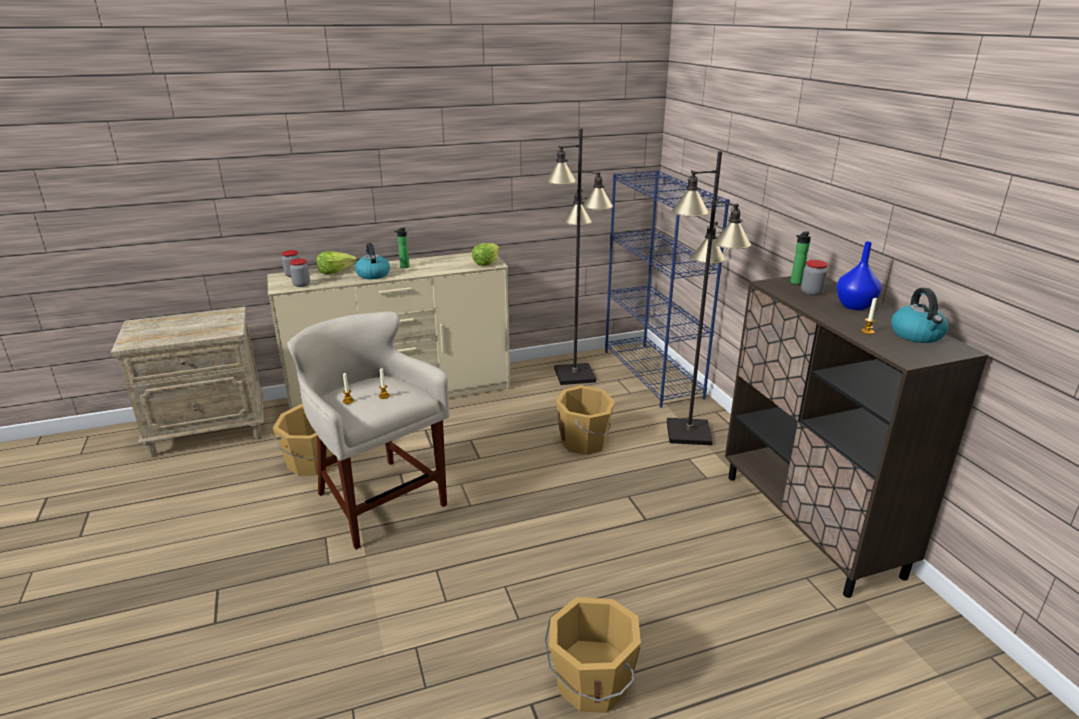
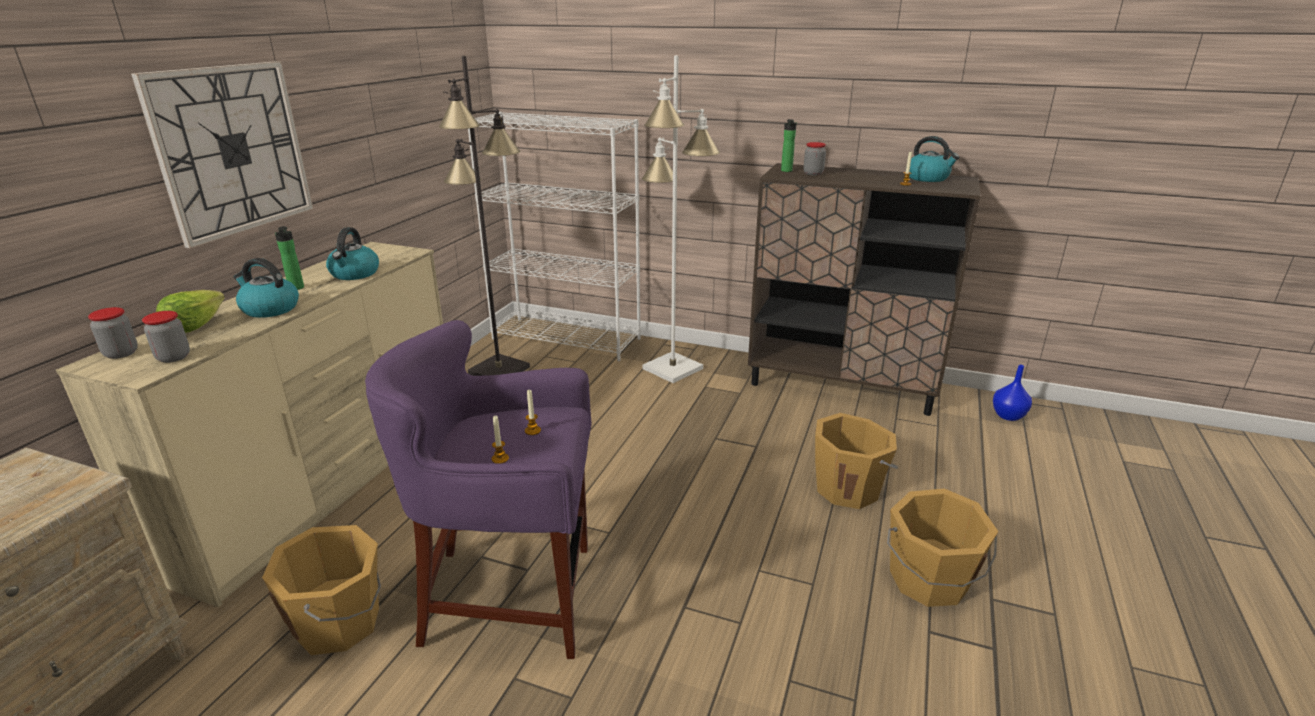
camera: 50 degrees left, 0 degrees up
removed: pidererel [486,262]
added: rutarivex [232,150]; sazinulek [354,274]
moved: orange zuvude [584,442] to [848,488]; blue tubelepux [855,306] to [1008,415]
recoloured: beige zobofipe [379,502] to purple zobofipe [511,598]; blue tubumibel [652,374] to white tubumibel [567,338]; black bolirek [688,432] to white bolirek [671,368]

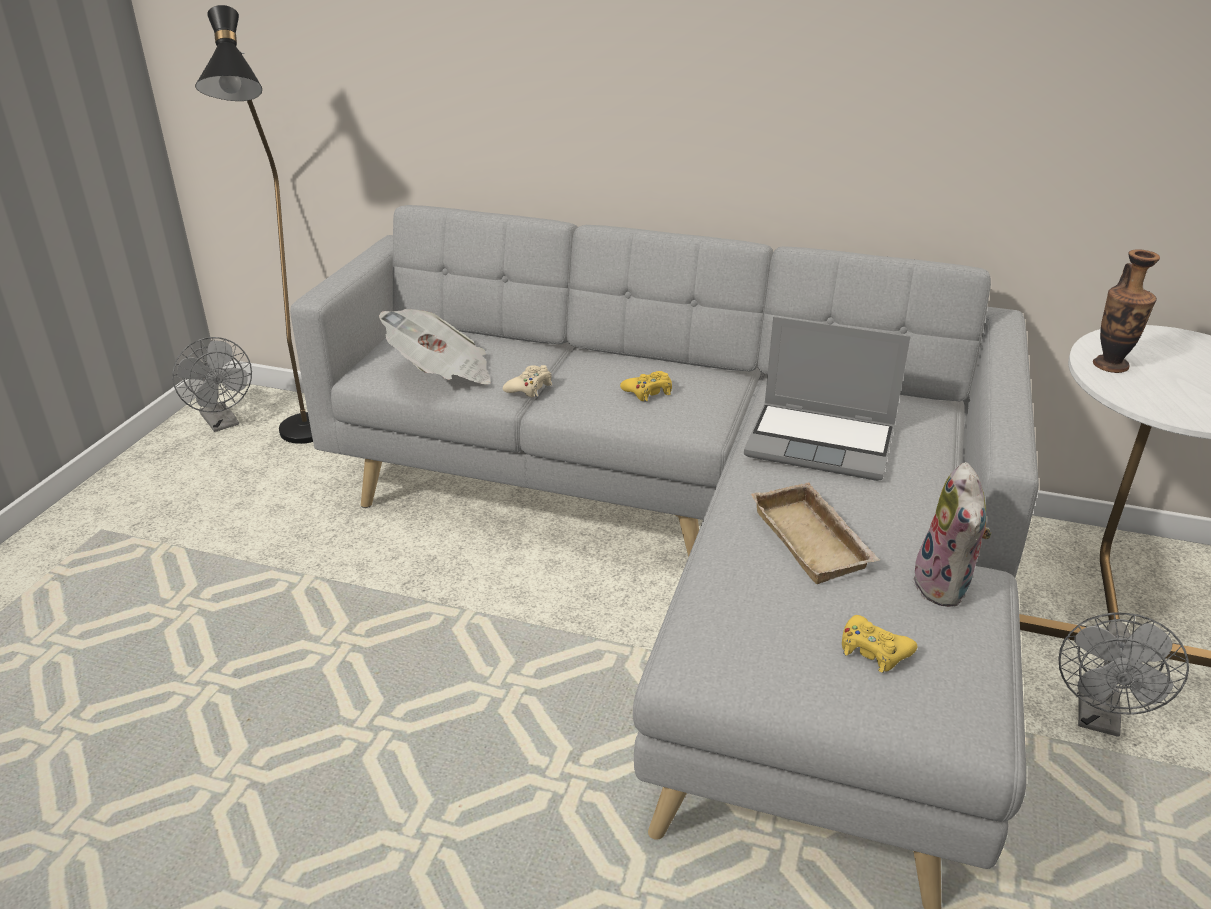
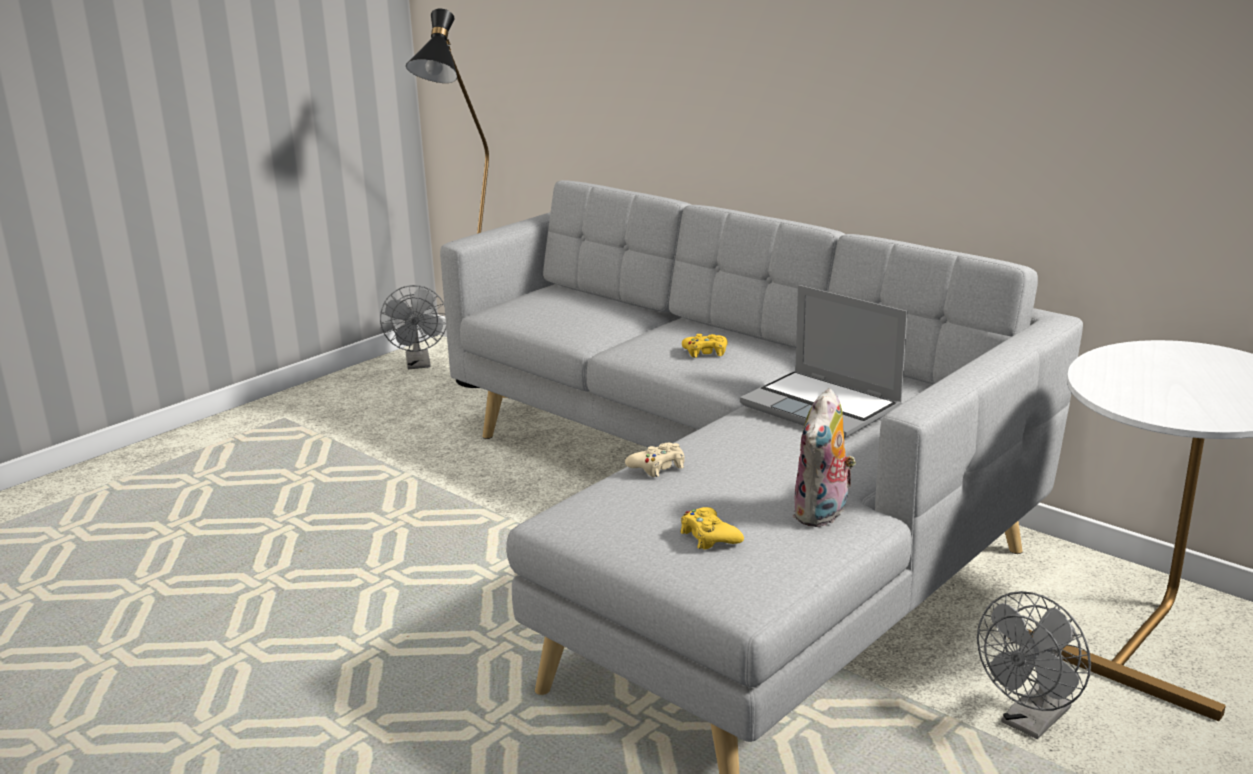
camera: 25 degrees right, 10 degrees down
removed: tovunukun [441,373]; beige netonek [814,540]; tubelepux [1110,365]
moved: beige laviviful [529,388] to [658,467]

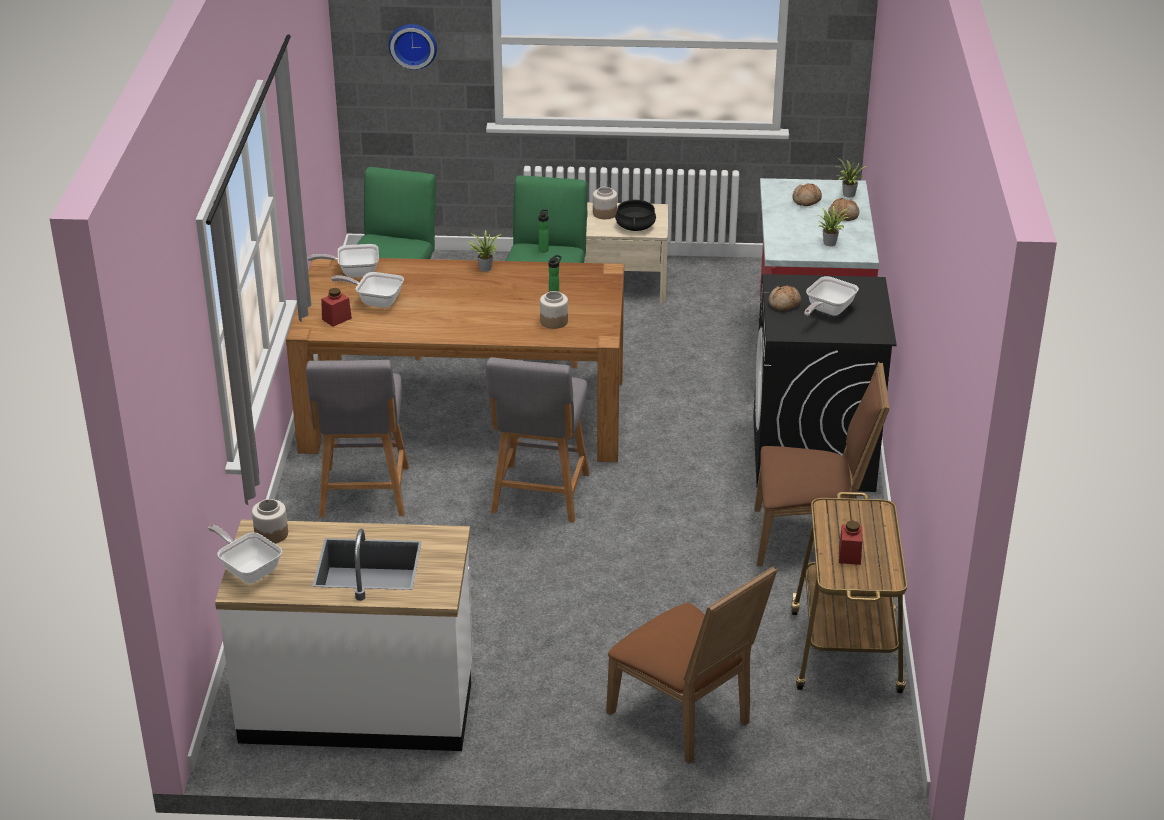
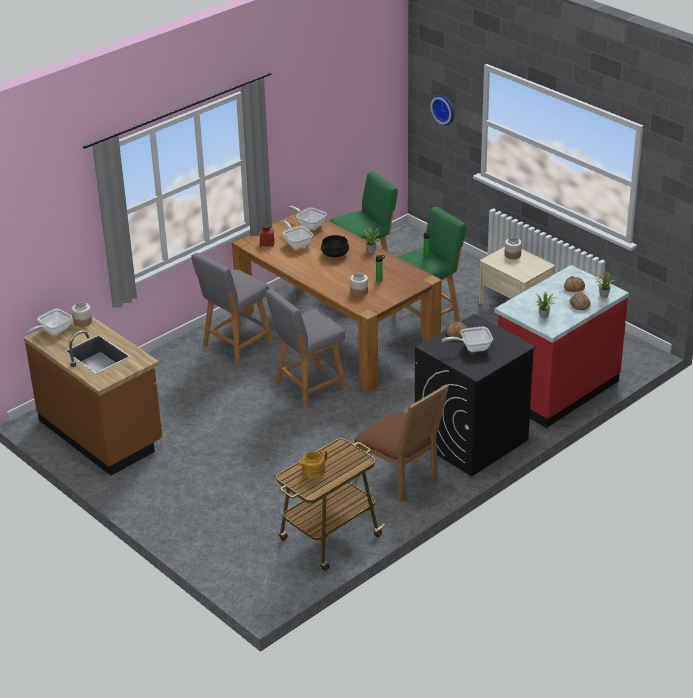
camera: 45 degrees right, 0 degrees up
removed: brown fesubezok [687,719]
moved: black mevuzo [635,226] to [335,253]
replaced: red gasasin [849,555] to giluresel [313,471]
recoloured: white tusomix [358,704] to brown tusomix [101,433]
turned: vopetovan [248,569] = [53,331] 135 degrees counterclockwise

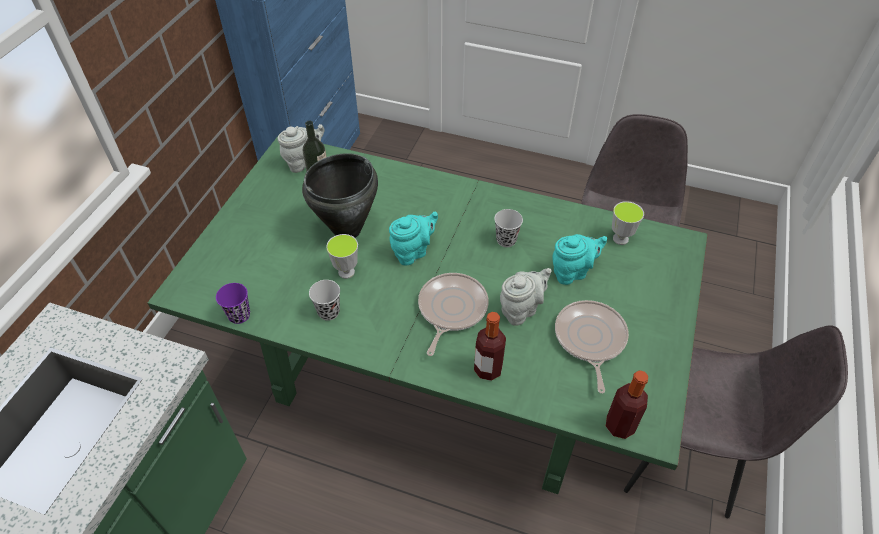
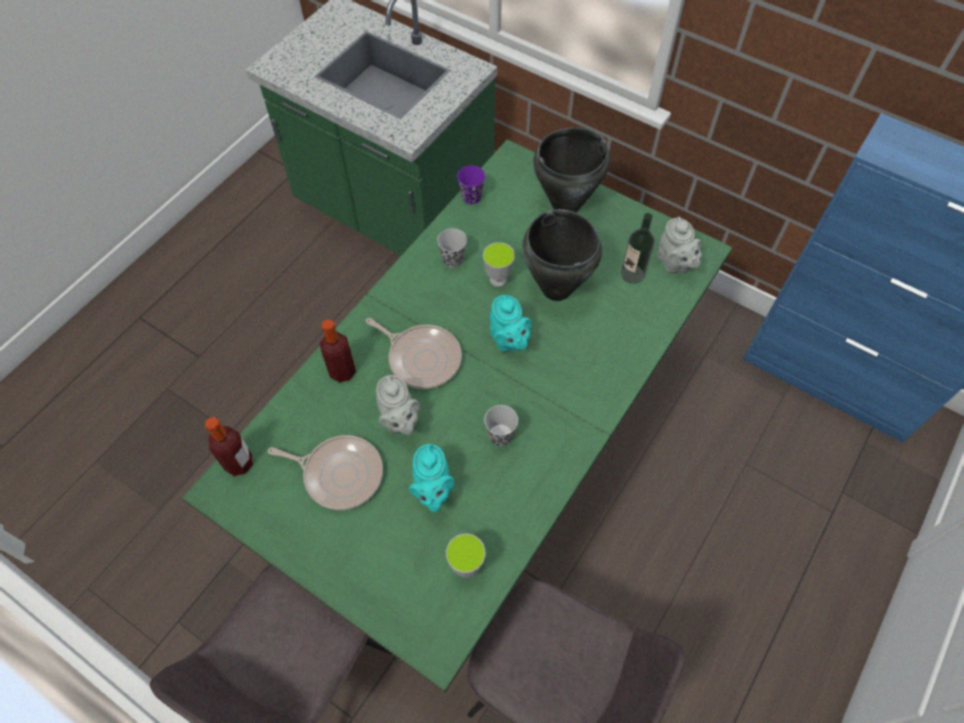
camera: 105 degrees right, 10 degrees up
added: black mevuzo [566,205]

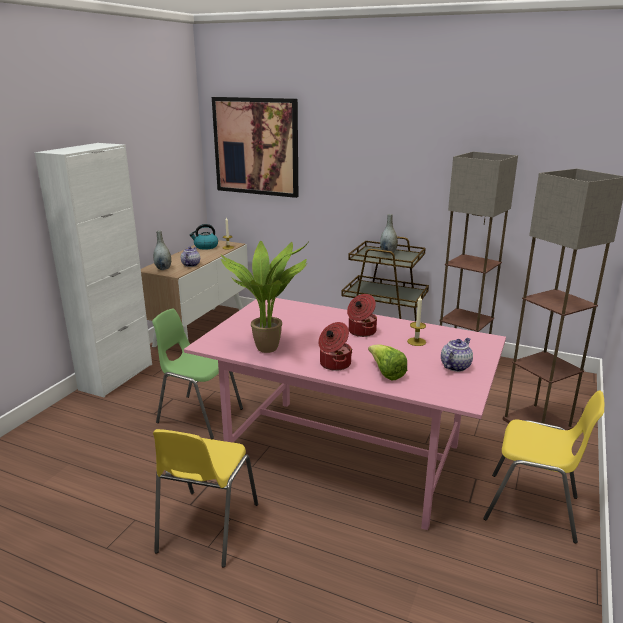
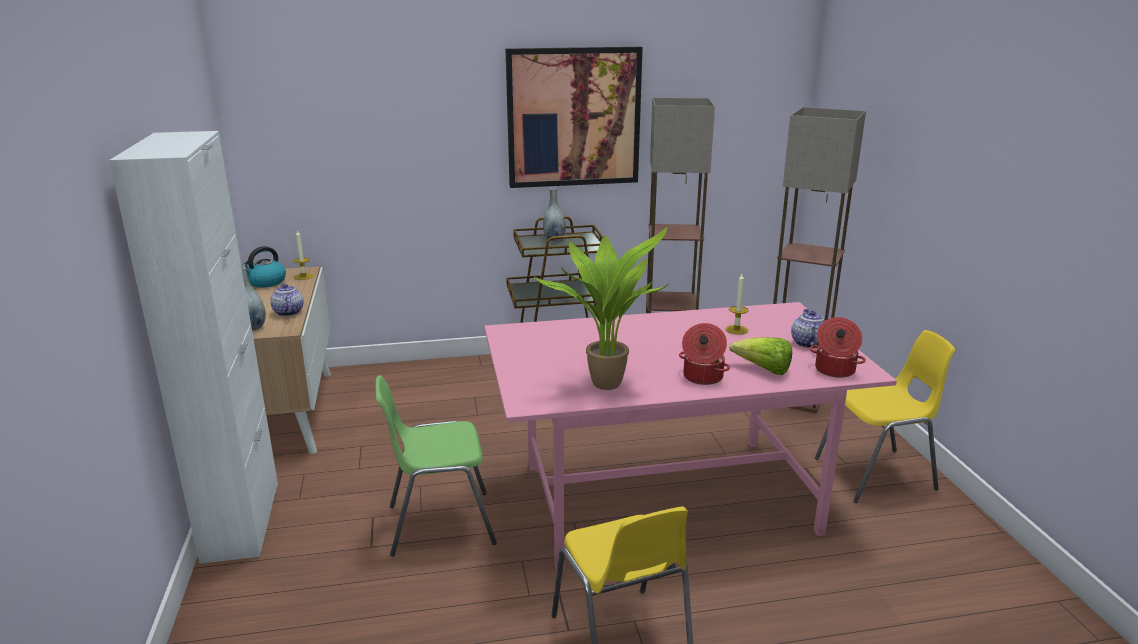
camera: 35 degrees left, 0 degrees up
moved: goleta [256,146] to [573,117]; mevuzo [361,331] to [834,370]

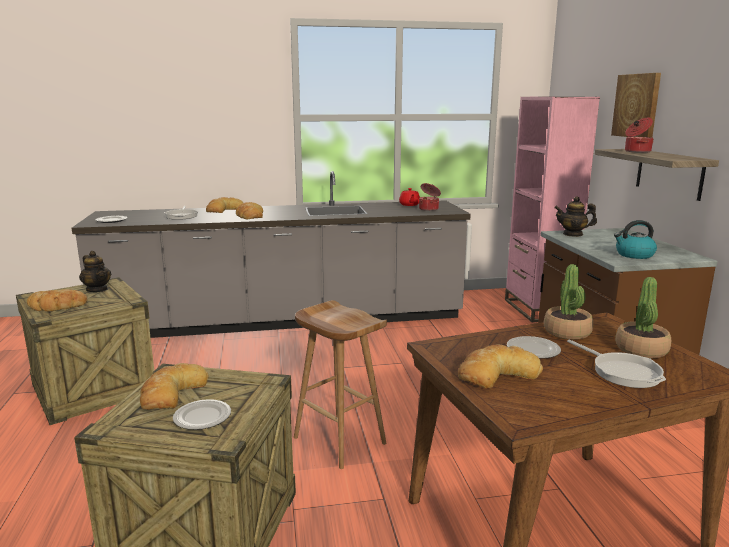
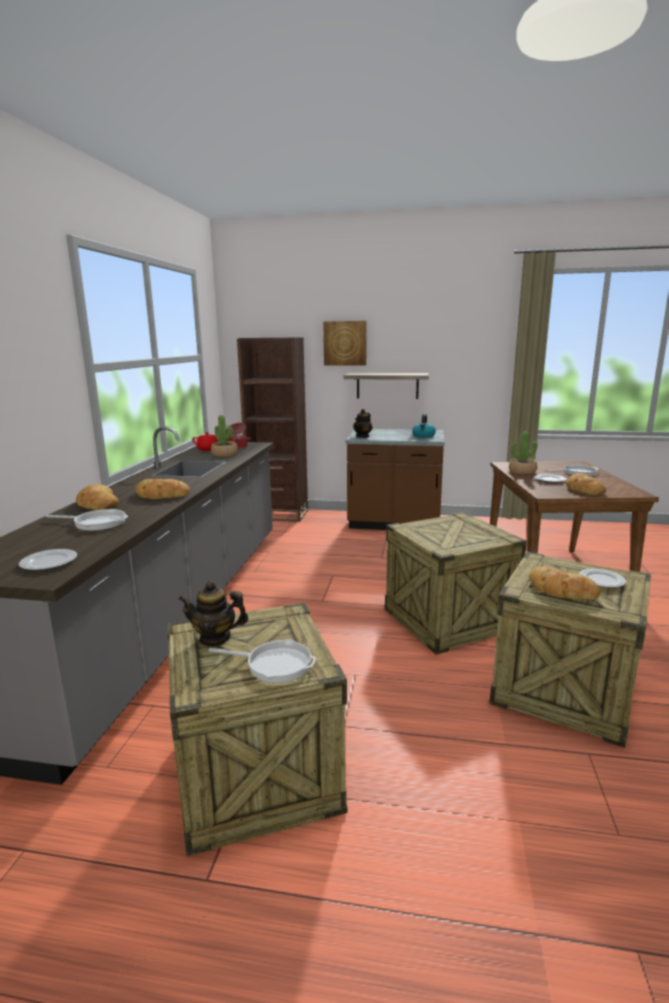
camera: 70 degrees left, 0 degrees up
removed: mevuzo [636,151]
moved: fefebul [641,350] to [225,454]
replaced: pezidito [57,306] to vopetovan [274,664]; brown zobofipe [338,440] to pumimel [448,620]
recoloured: pink tubumibel [538,309] to brown tubumibel [278,514]
turned: giluresel [97,289] = [215,638] 150 degrees counterclockwise

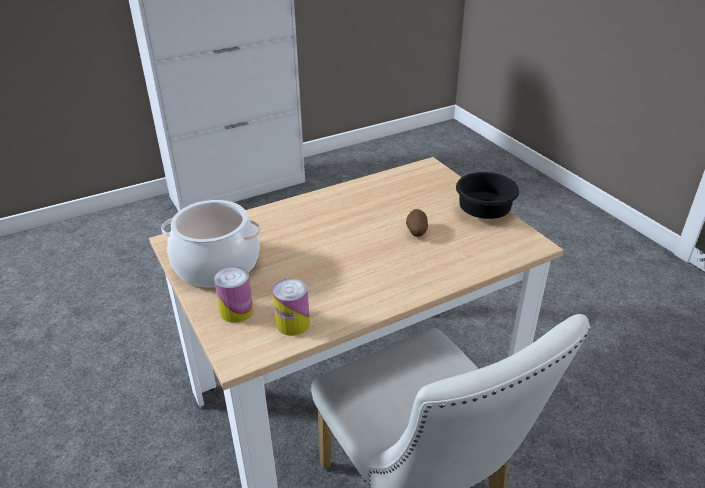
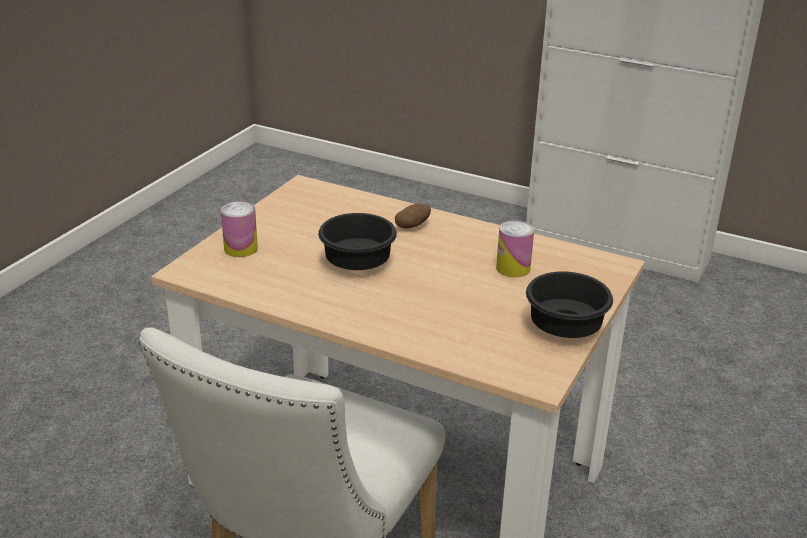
camera: 55 degrees right, 5 degrees down
removed: mevuzo [217,265]
added: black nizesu [360,263]
moved: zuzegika [416,232] to [412,227]; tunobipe [293,323] to [513,268]

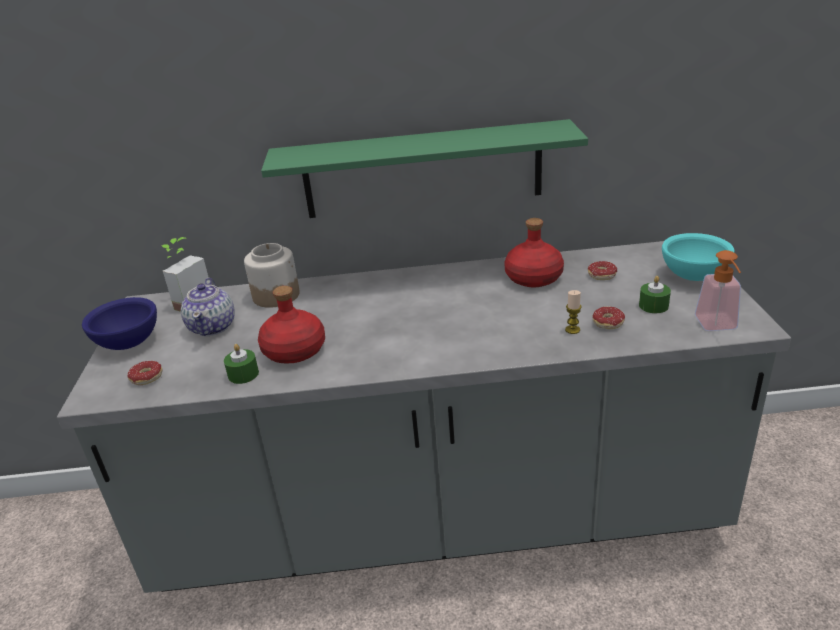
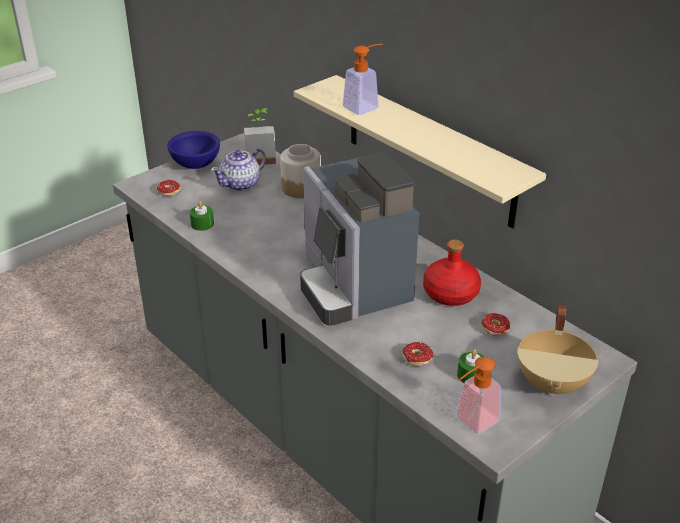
camera: 50 degrees right, 5 degrees up
removed: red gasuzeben [295,351]; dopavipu [572,330]
added: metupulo [352,285]; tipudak [365,106]
replaced: turquoise nizesu [693,275] to beige mevuzo [553,383]
recoloured: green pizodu [423,170] to beige pizodu [429,151]

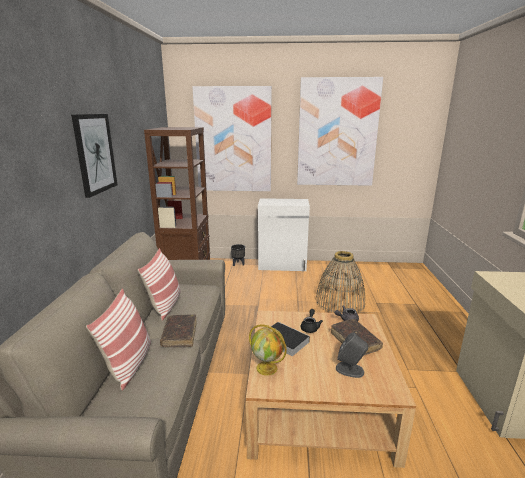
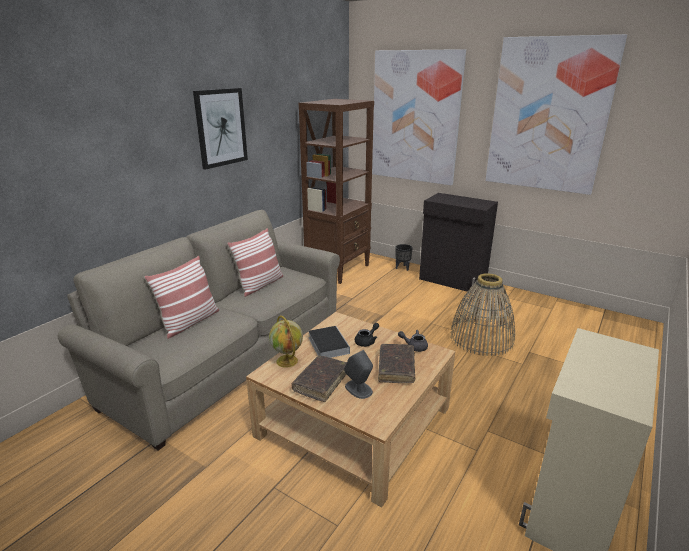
camera: 30 degrees right, 5 degrees up
moved: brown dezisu [179,335] to [321,382]
recoloured: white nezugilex [282,265] to black nezugilex [452,281]

